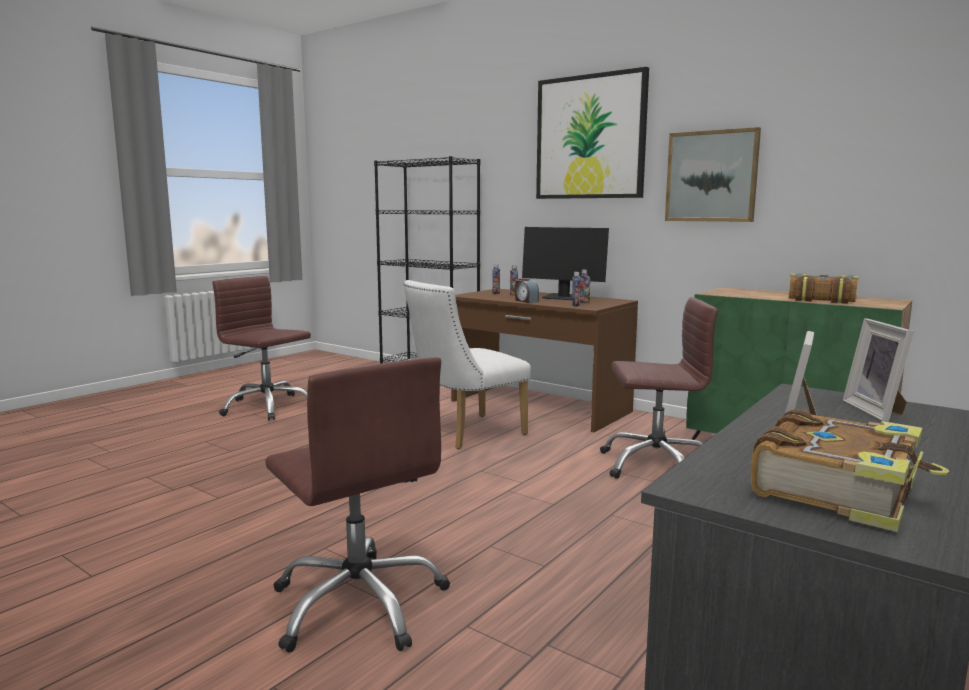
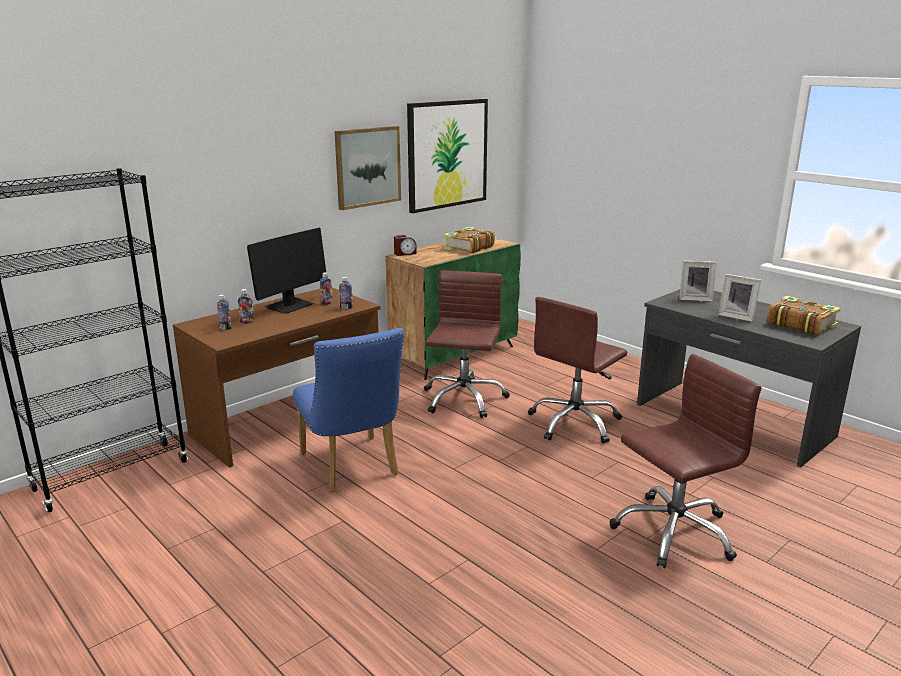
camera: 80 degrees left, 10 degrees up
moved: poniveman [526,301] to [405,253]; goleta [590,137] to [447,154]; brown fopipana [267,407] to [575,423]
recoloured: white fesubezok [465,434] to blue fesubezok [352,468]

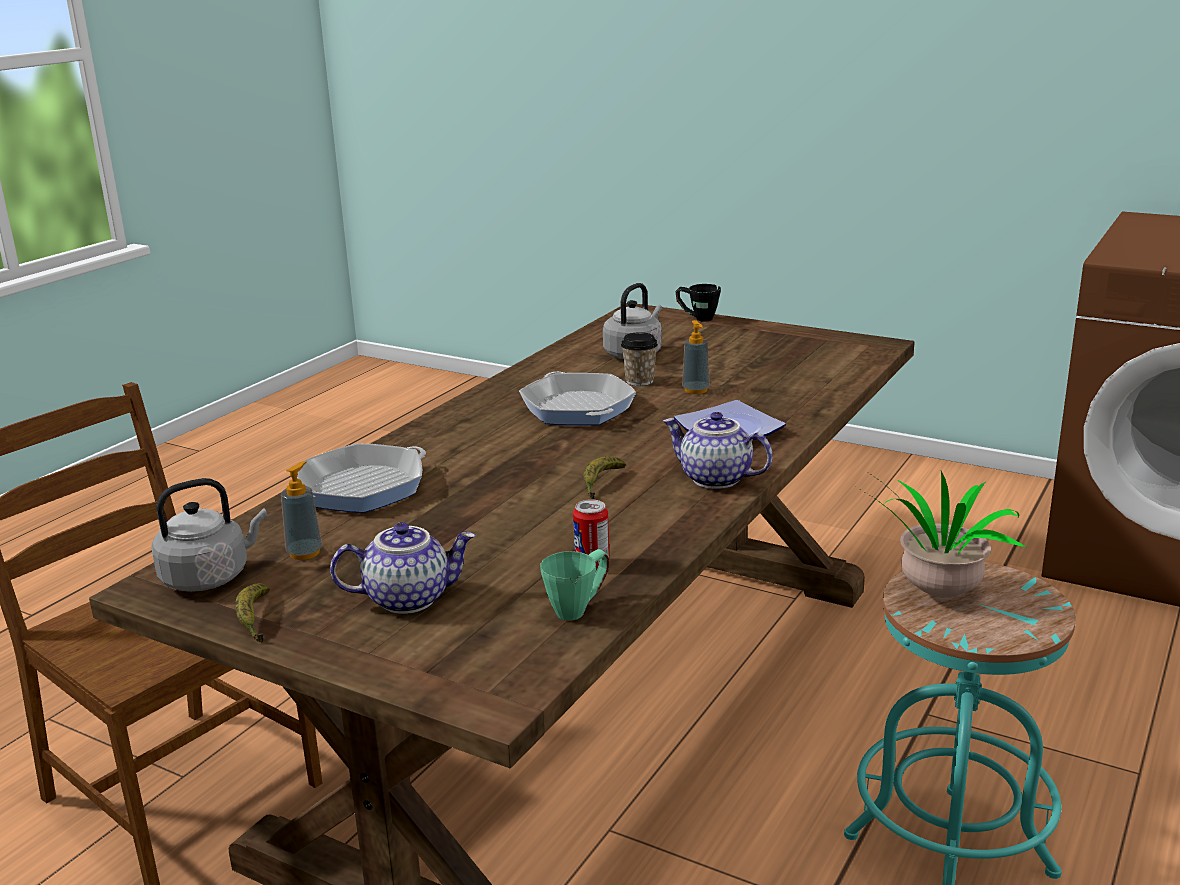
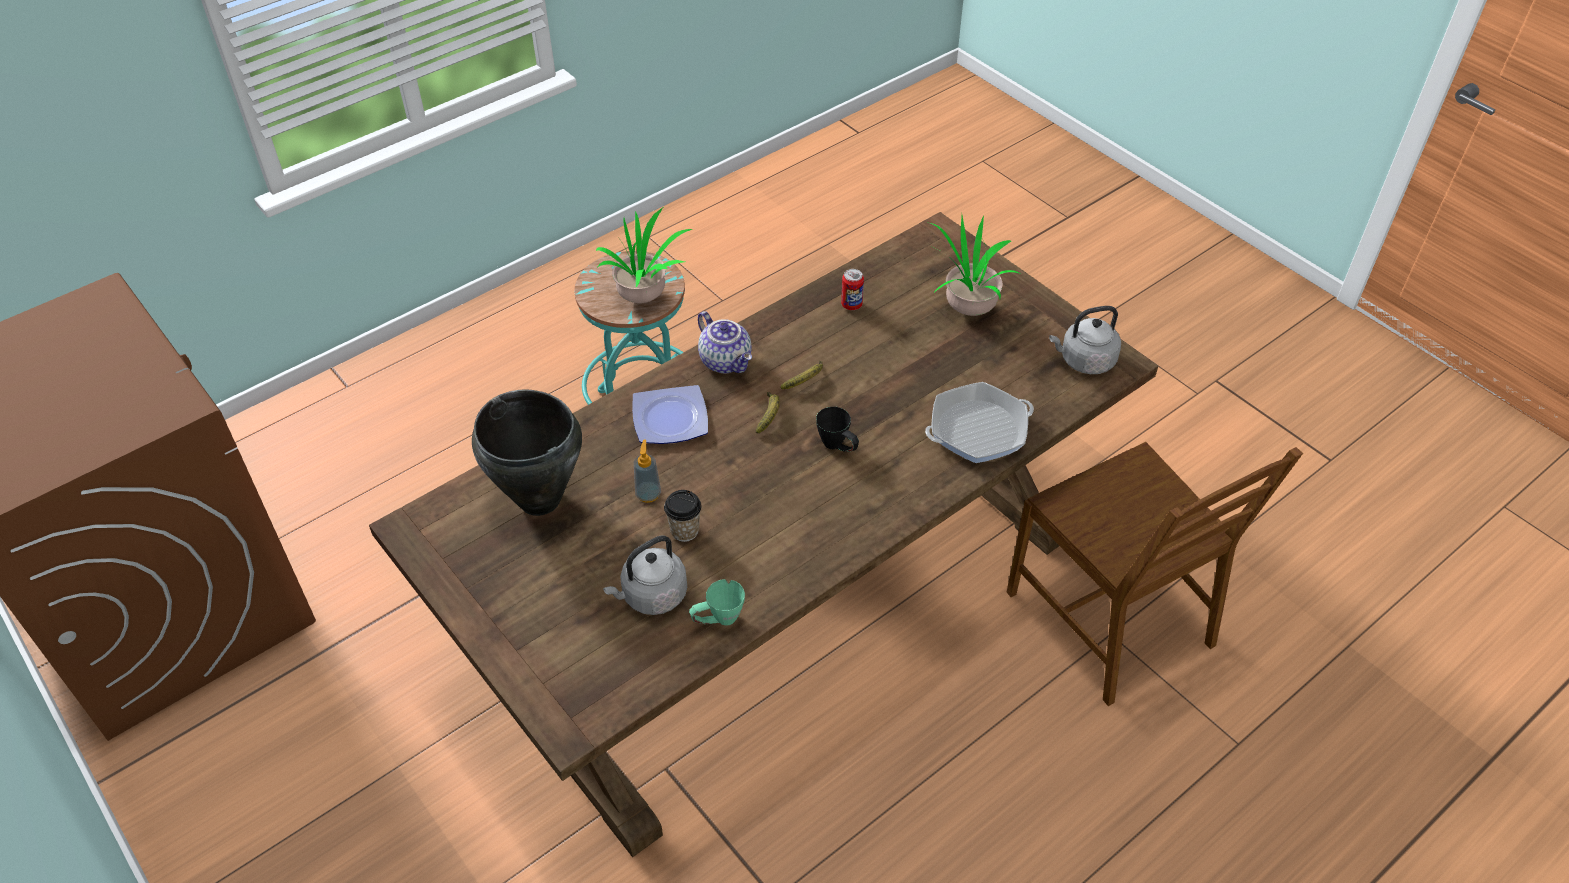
camera: 160 degrees left, 25 degrees up
removed: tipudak [305,553]; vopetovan [577,408]
added: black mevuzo [539,500]
moved: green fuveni [579,608] to [718,621]; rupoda [254,620] to [769,416]; black fuveni [697,318] to [838,447]
replaced: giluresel [408,598] to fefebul [966,308]

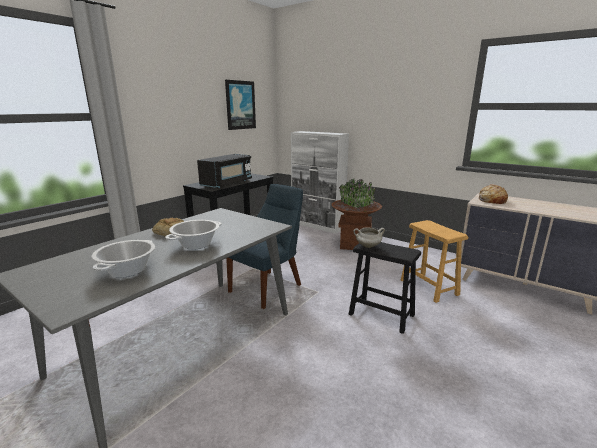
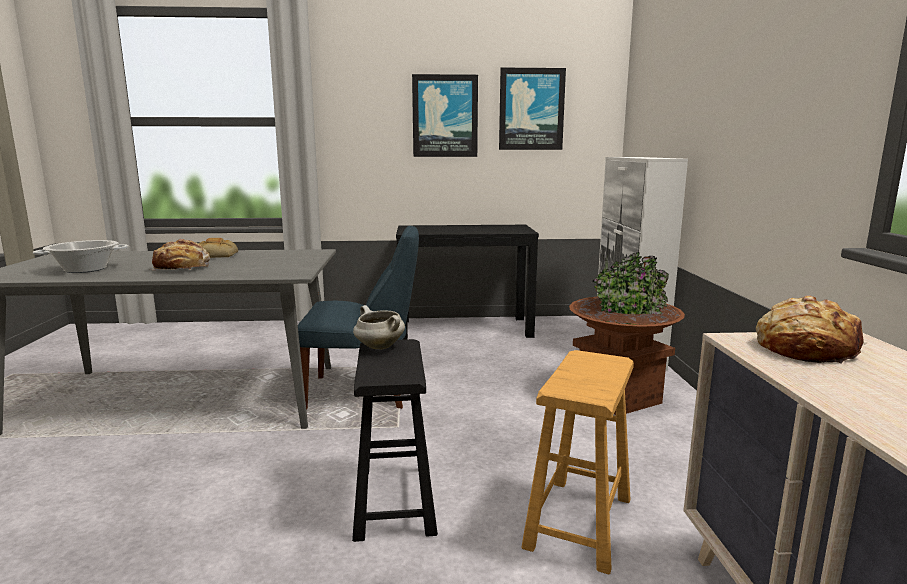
camera: 50 degrees right, 5 degrees down
removed: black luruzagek [227,183]
added: goleta [445,116]
replaced: mevuzo [196,244] to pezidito [182,268]

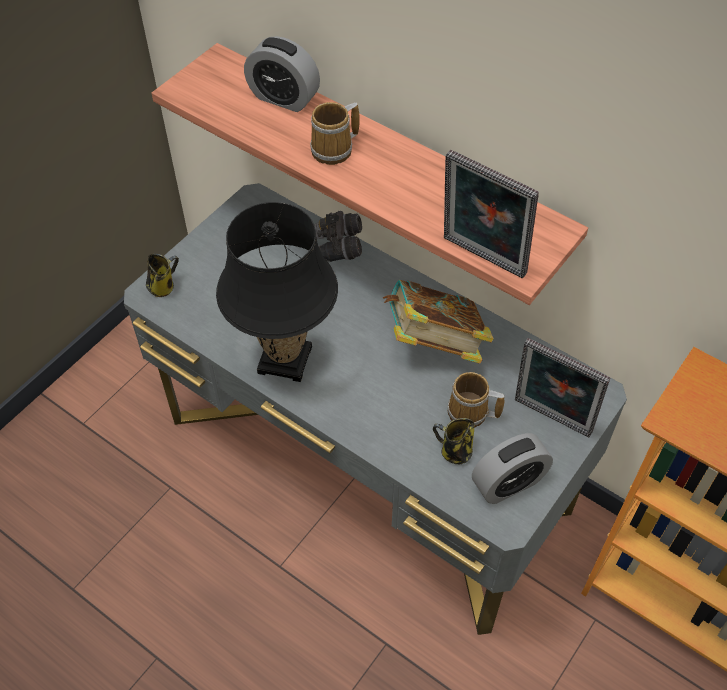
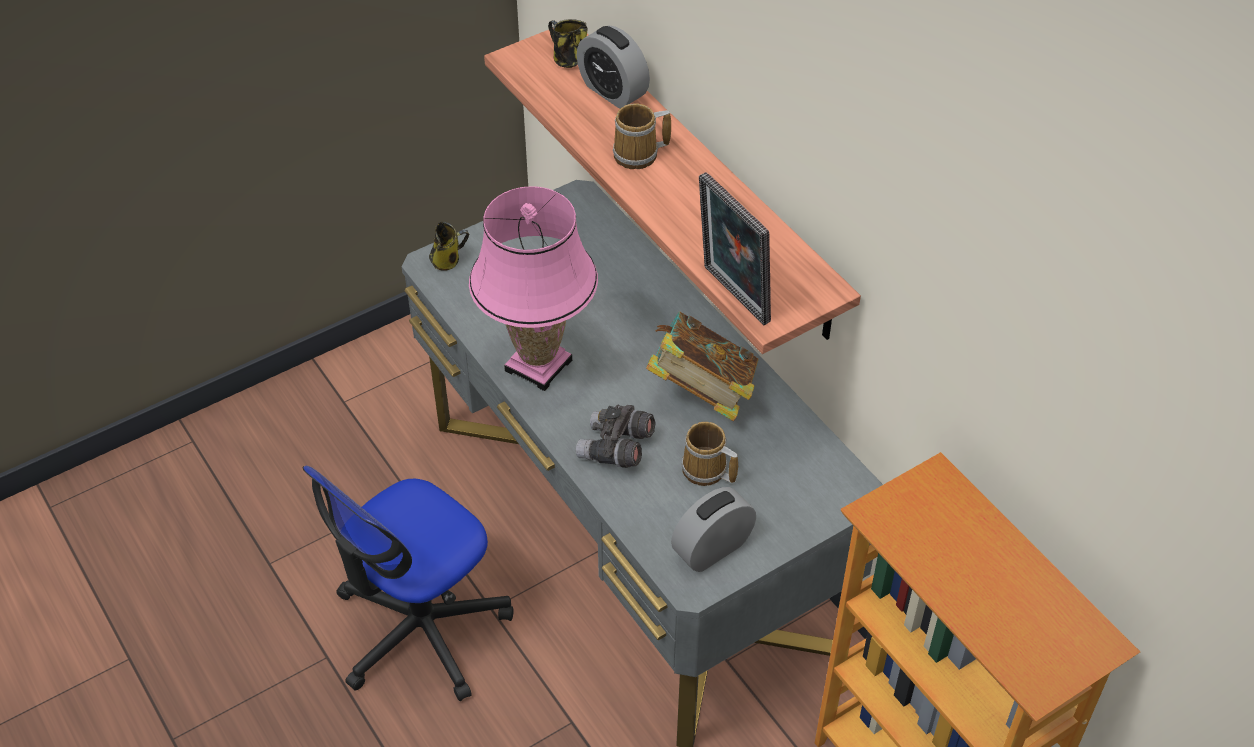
camera: 20 degrees right, 5 degrees down
removed: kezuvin [550,420]
added: fopipana [420,629]
moved: fuveni [454,451] to [567,60]; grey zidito [336,249] to [616,449]
recoloured: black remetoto [284,360] to pink remetoto [538,365]
turned: poniveman [508,483] = [712,548] 150 degrees clockwise

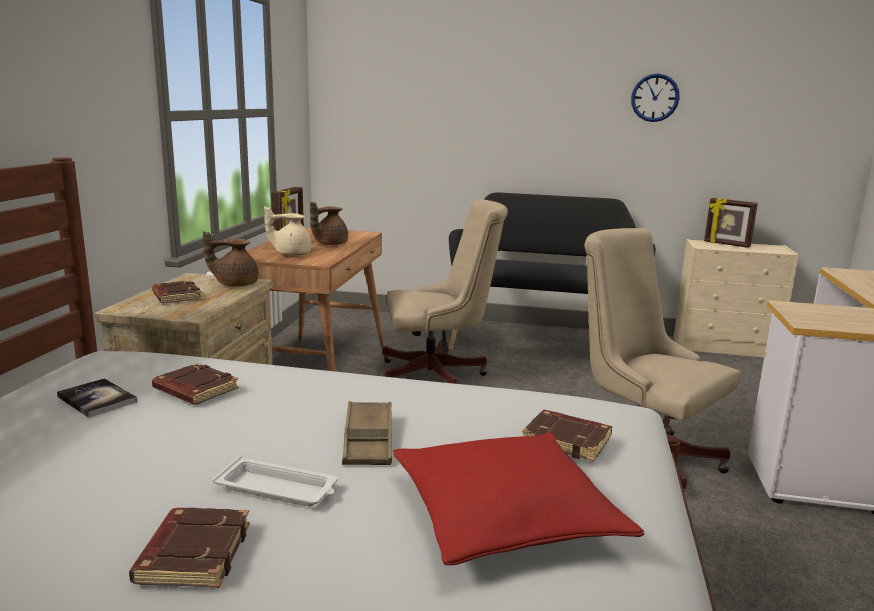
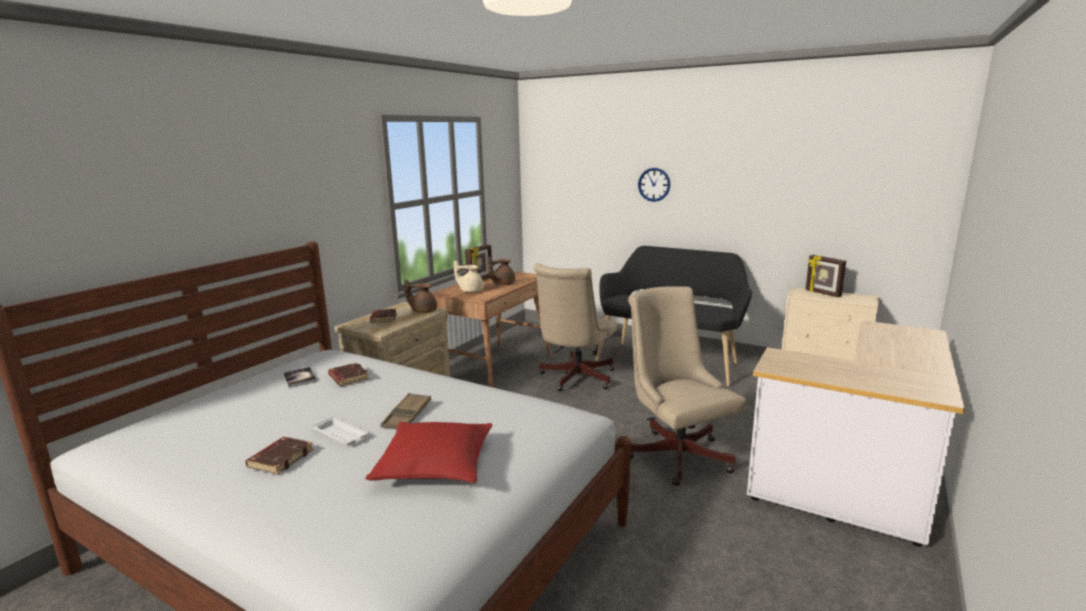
camera: 20 degrees right, 0 degrees up
removed: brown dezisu [568,440]
moved: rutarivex [655,98] to [654,184]
turned: beige fopipana [438,375] = [574,379] 105 degrees clockwise

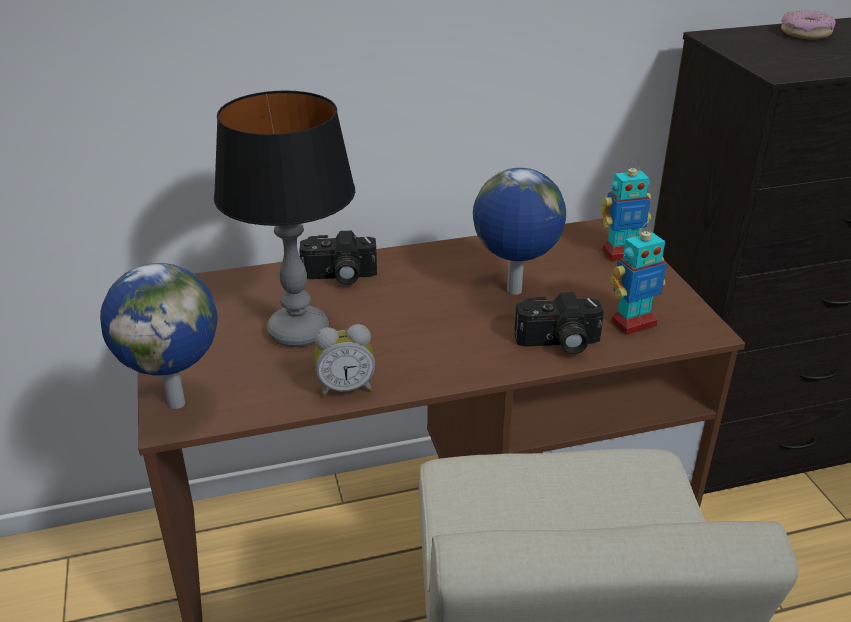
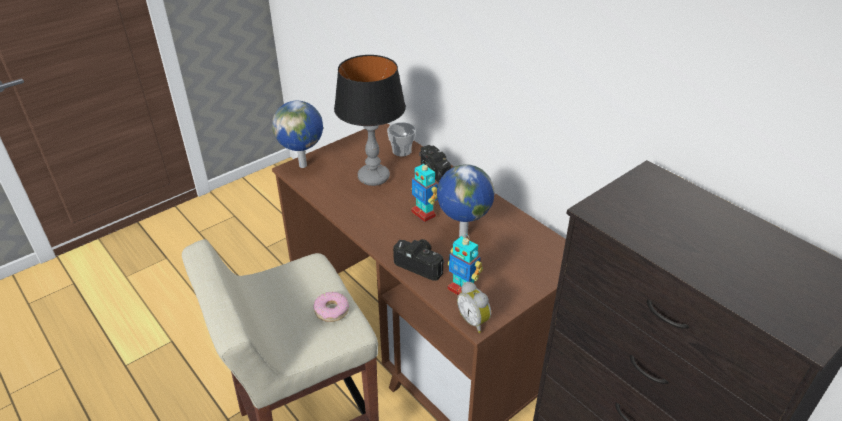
camera: 65 degrees right, 5 degrees up
added: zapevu [402,151]
moved: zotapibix [805,33] to [331,310]; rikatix [621,253] to [424,214]; poniveman [345,388] to [474,321]
turned: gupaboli [558,343] = [421,264] 150 degrees clockwise

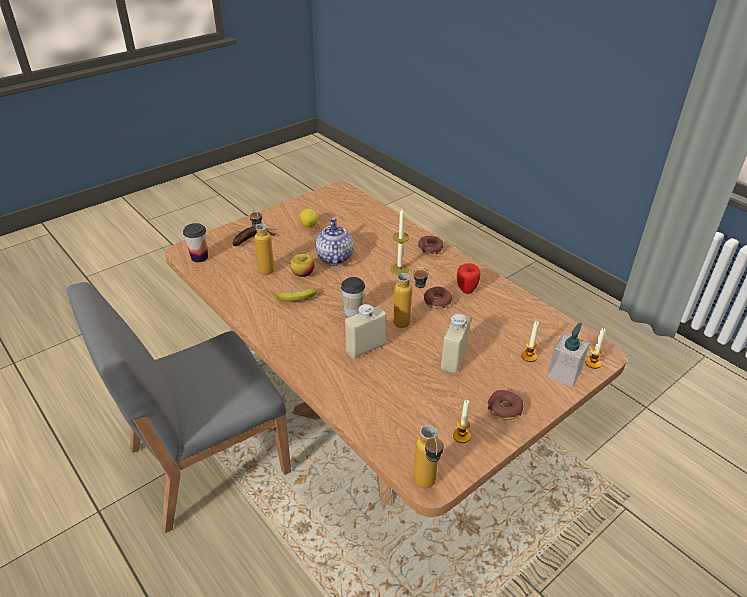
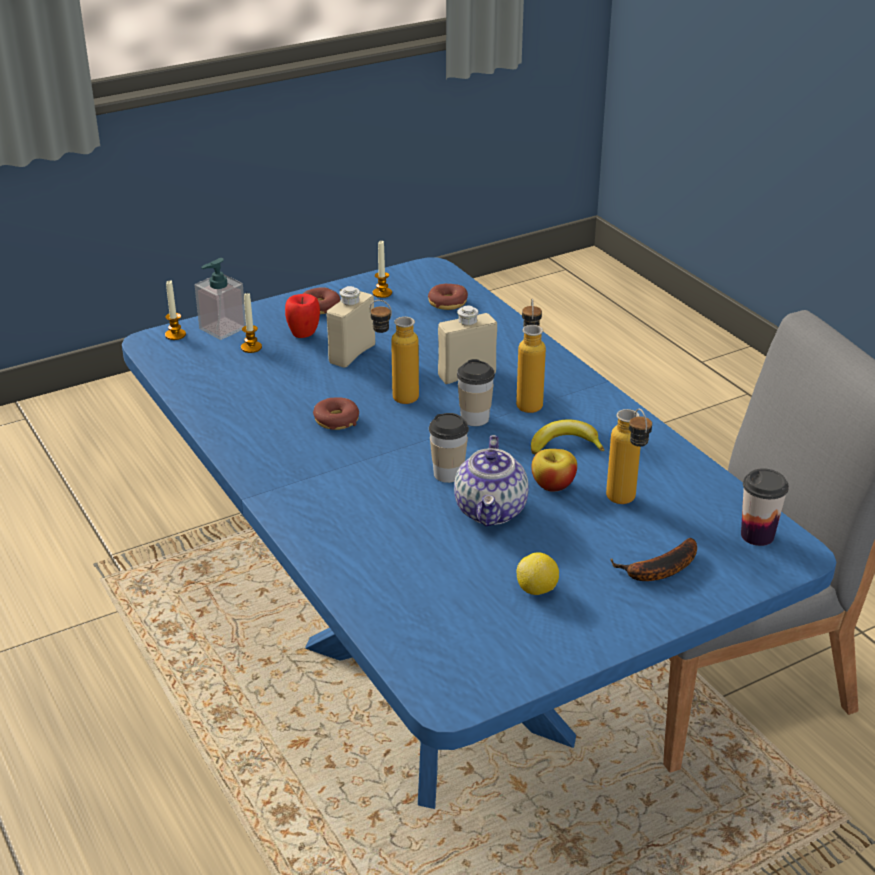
camera: 170 degrees left, 5 degrees down
removed: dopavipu [399,269]
added: zapevu [448,474]
moved: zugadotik [466,290] to [303,335]; zotapibix [430,248] to [447,303]; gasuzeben [426,488] to [529,401]
recoloured: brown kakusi [373,432] to blue kakusi [435,689]

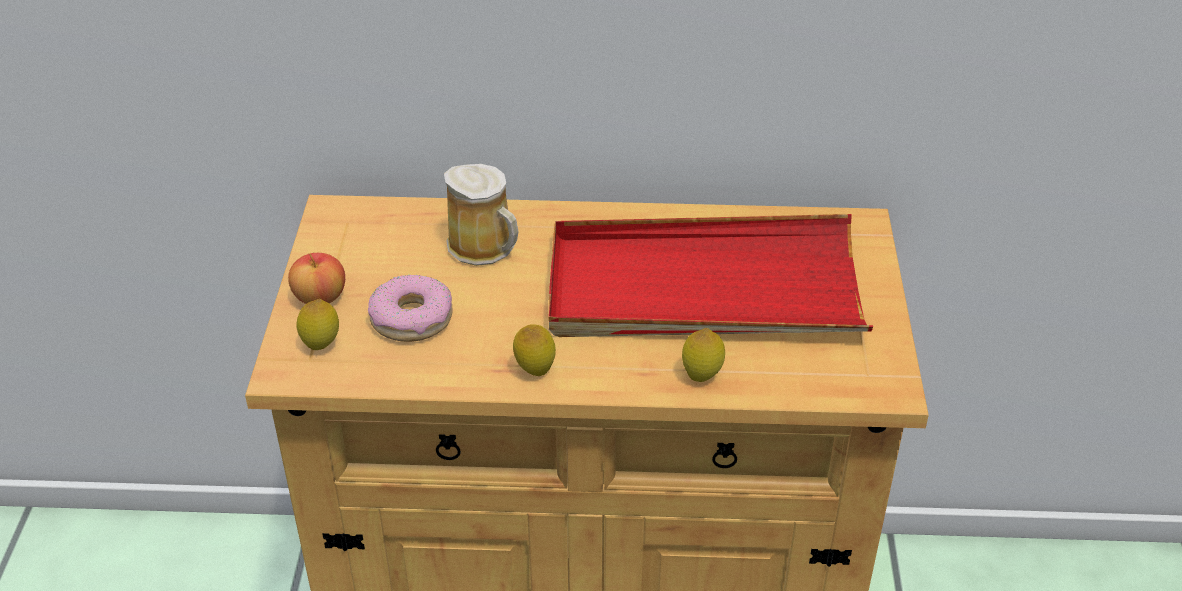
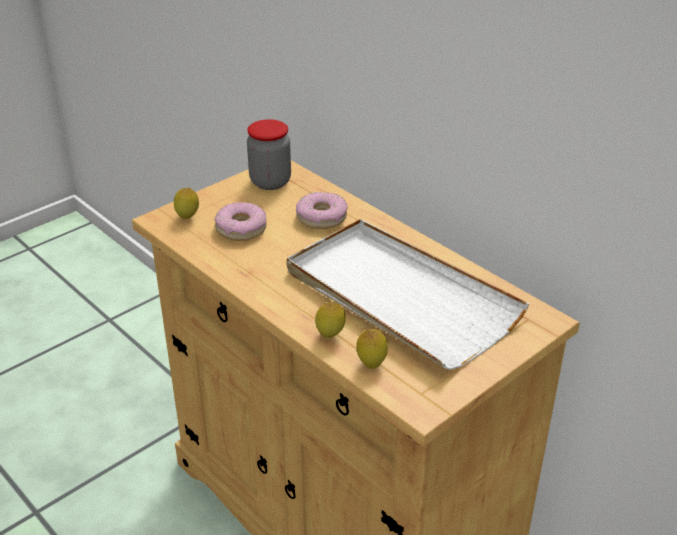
camera: 45 degrees right, 5 degrees down
removed: zugadotik [320,297]
added: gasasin [270,182]
moved: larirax [535,371] to [371,364]
replaced: fuveni [485,247] to zotapibix [321,217]
recoloured: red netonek [703,288] to white netonek [399,297]

